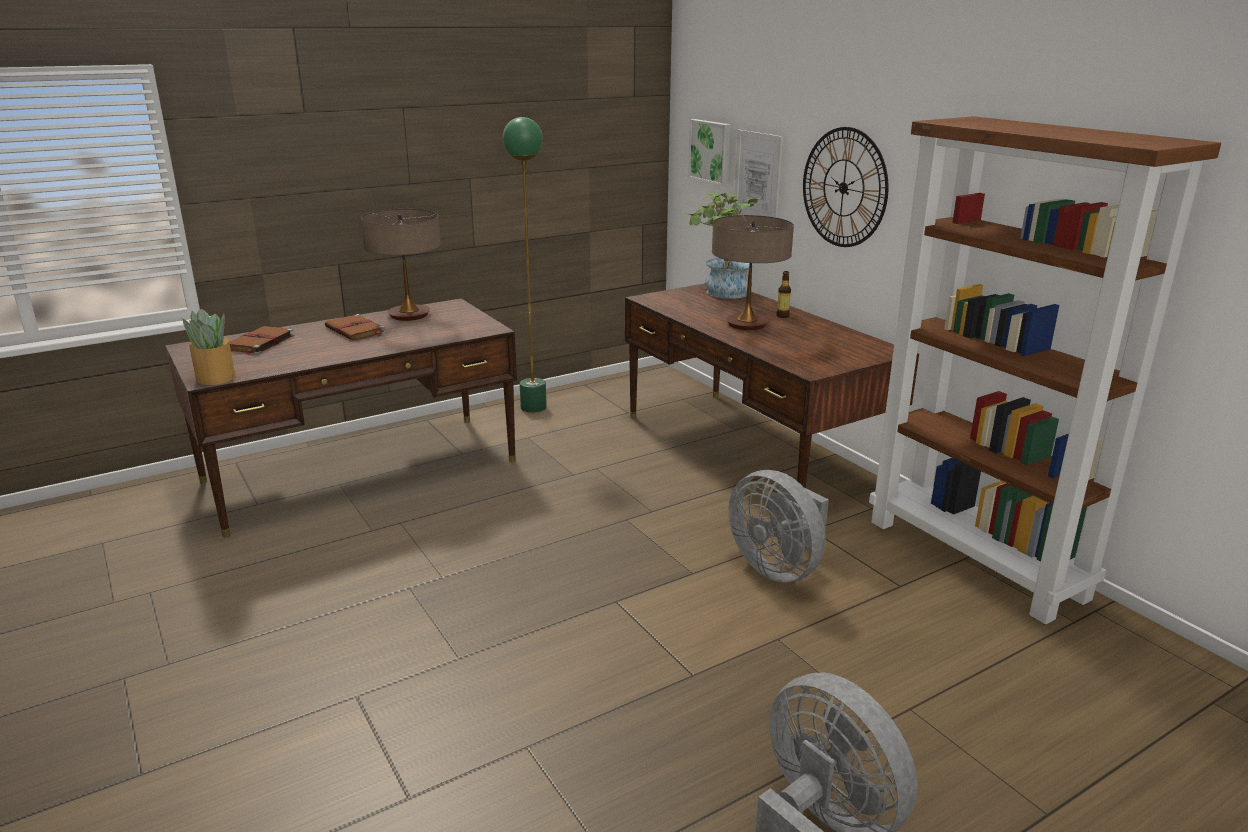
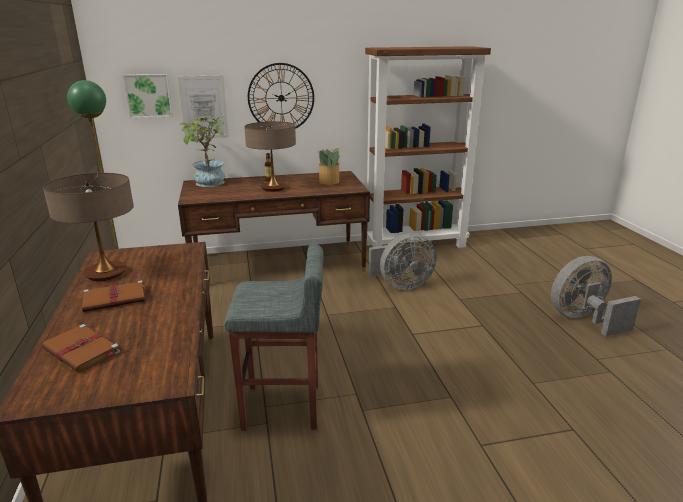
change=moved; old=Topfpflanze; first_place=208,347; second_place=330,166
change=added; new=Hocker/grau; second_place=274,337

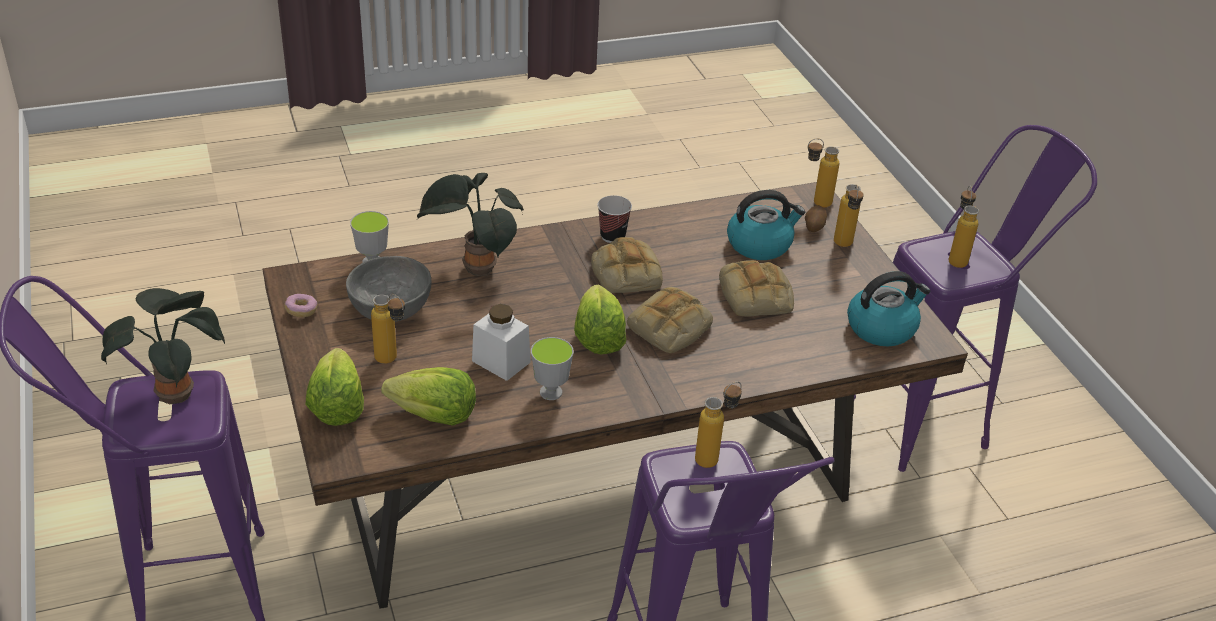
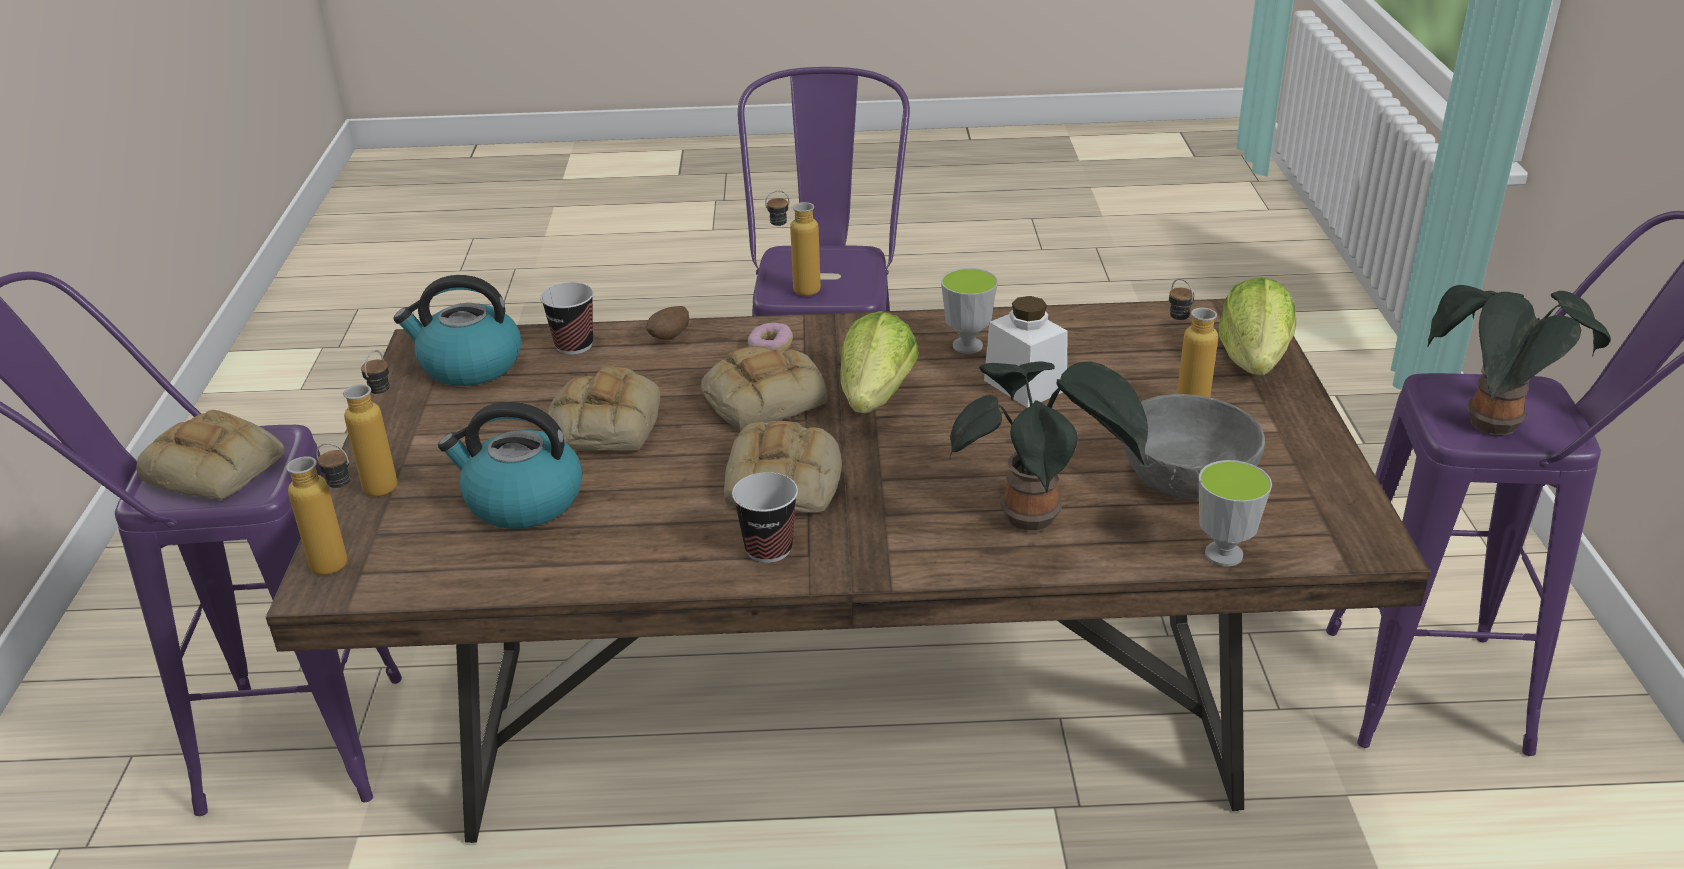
change=moved; old=Donut; first_place=301,305; second_place=770,337
change=removed; old=Salatkopf; first_place=428,396
change=moved; old=Kartoffel; first_place=816,218; second_place=667,323
change=replaced; old=Flasche; new=Brot; first_place=964,227; second_place=210,455
change=added; new=Tasse; second_place=567,318

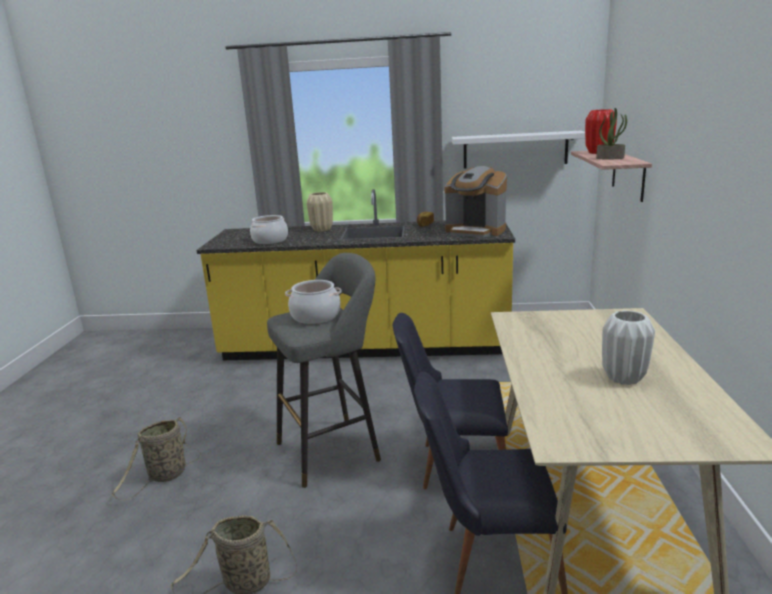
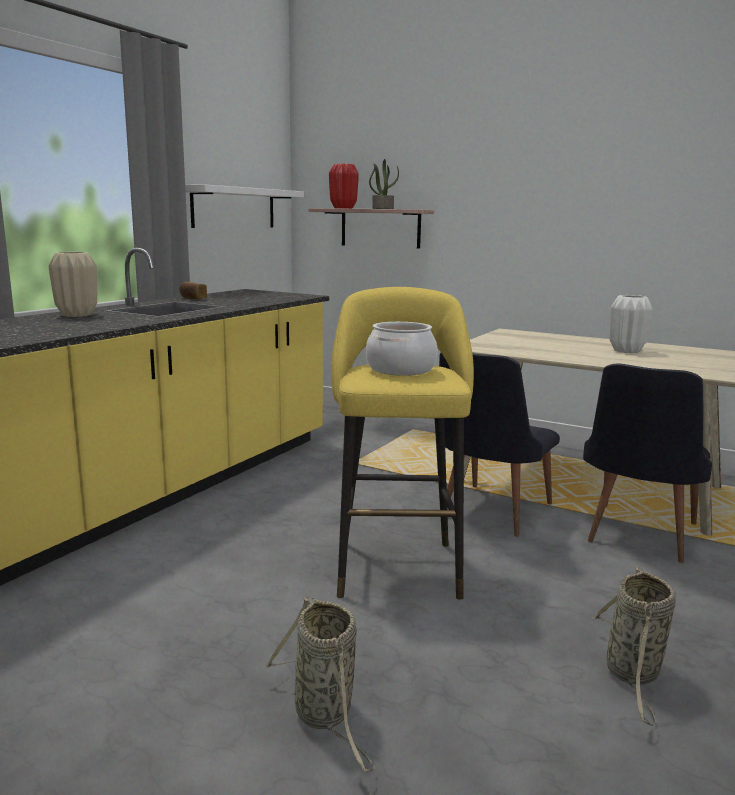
change=removed; old=Kochtopf; first_place=269,229
change=recoloured; old=Hocker/grau; new=Hocker/gelb; first_place=324,370; second_place=402,443
change=removed; old=Kaffeemaschine; first_place=476,202

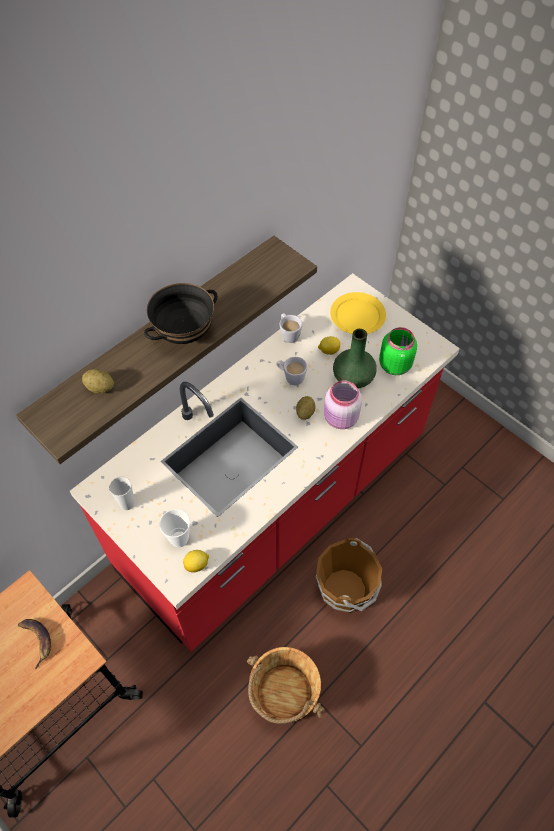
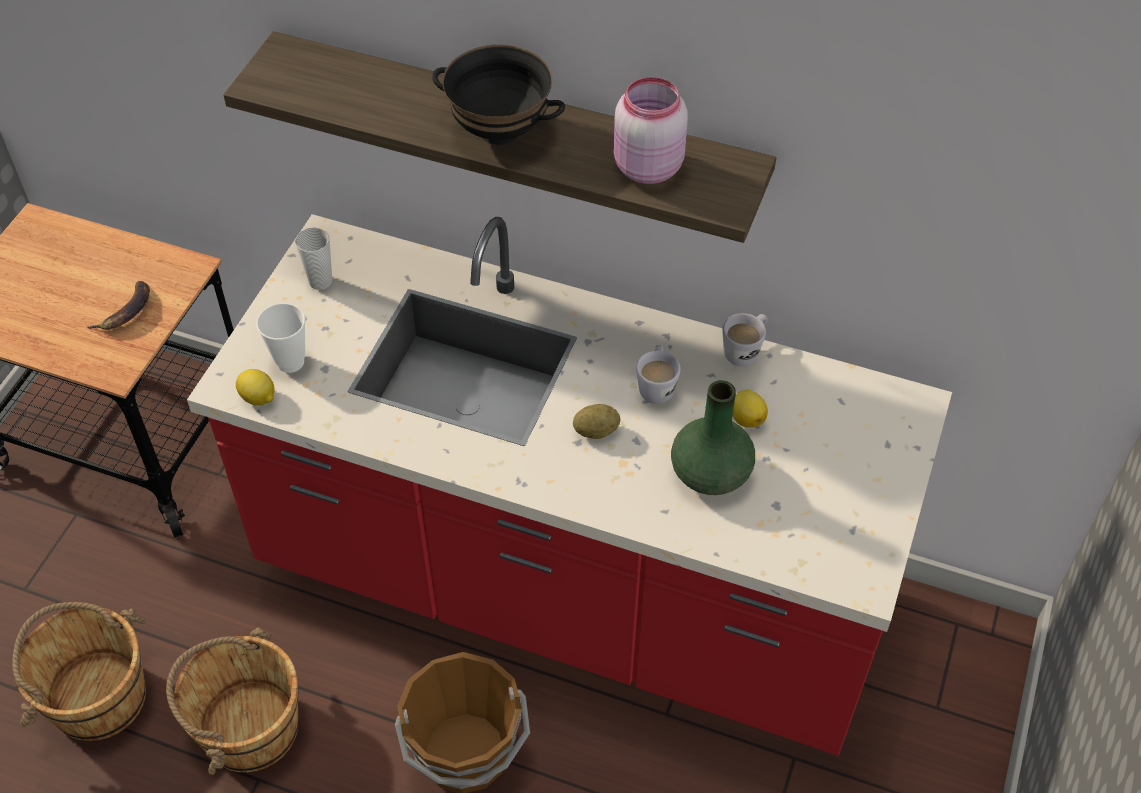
change=removed; old=Kartoffel; first_place=98,381
change=moved; old=Vorratsglas/rosa; first_place=343,405; second_place=650,130
change=removed; old=Teller/gelb; first_place=358,313
change=removed; old=Vorratsglas/grün; first_place=398,351
change=added; new=Eimer/braun; second_place=79,671

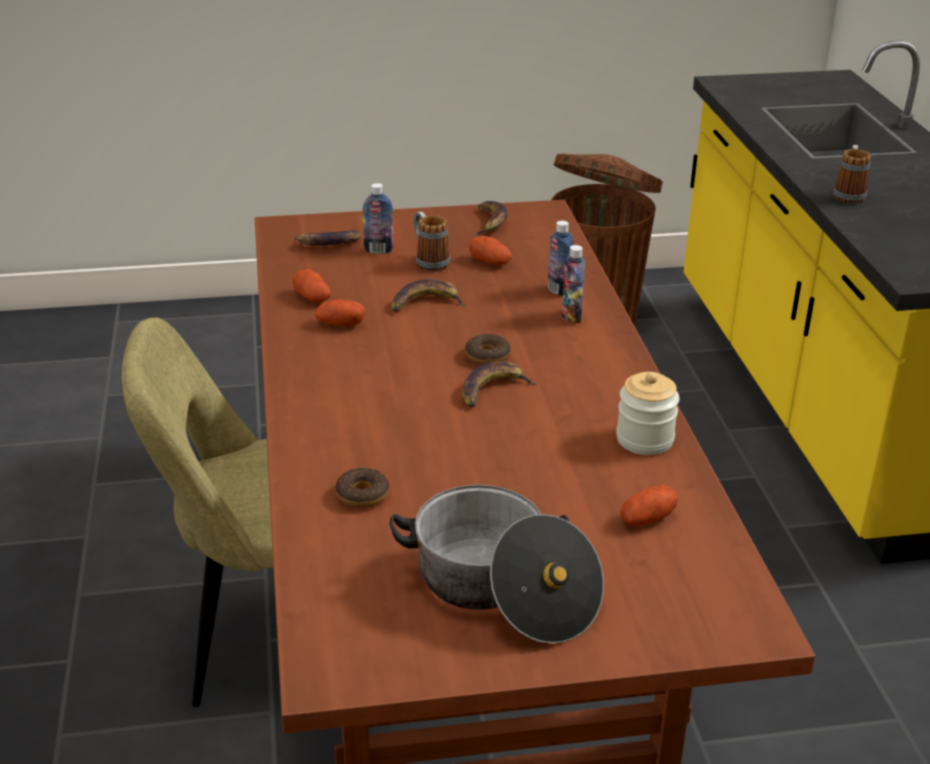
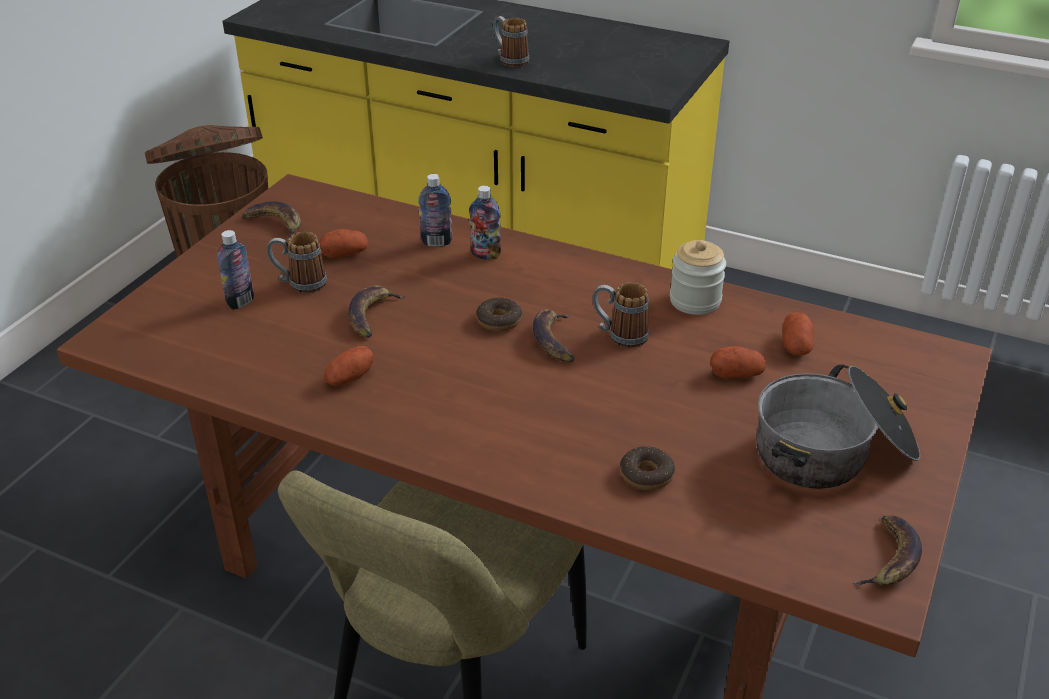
change=moved; old=Kartoffel; first_place=312,286; second_place=738,362
change=moved; old=Banane; first_place=327,237; second_place=887,551
change=added; new=Henkelbecher; second_place=621,315

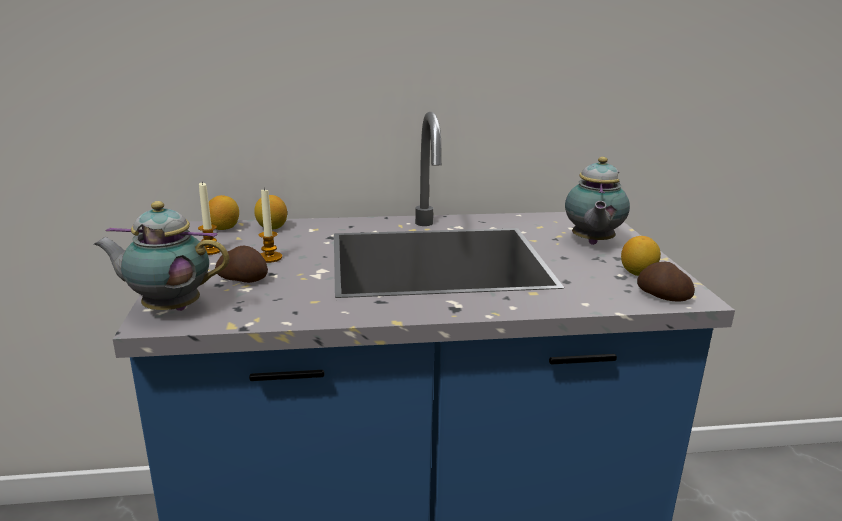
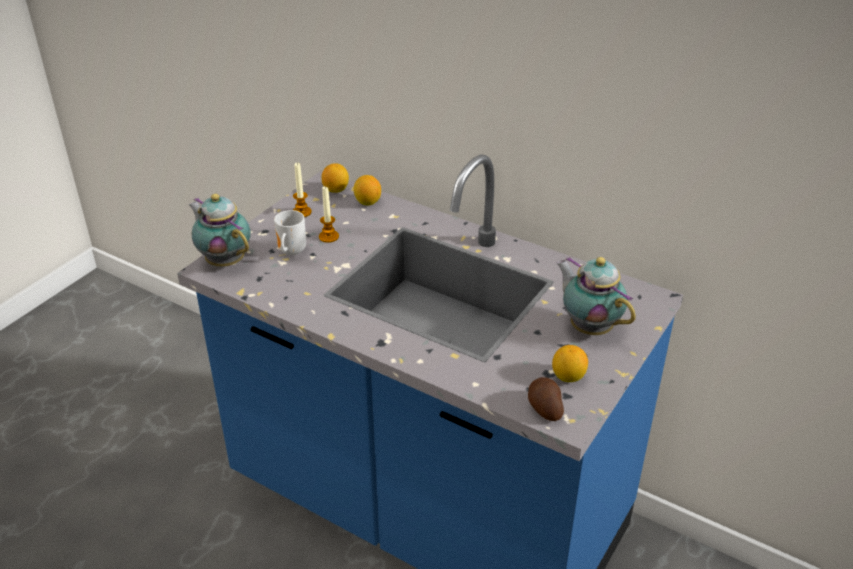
change=replaced; old=Kartoffel; new=Henkelbecher; first_place=241,264; second_place=290,232
change=turned; old=Teekanne; first_place=597,201; second_place=596,296; degrees=90

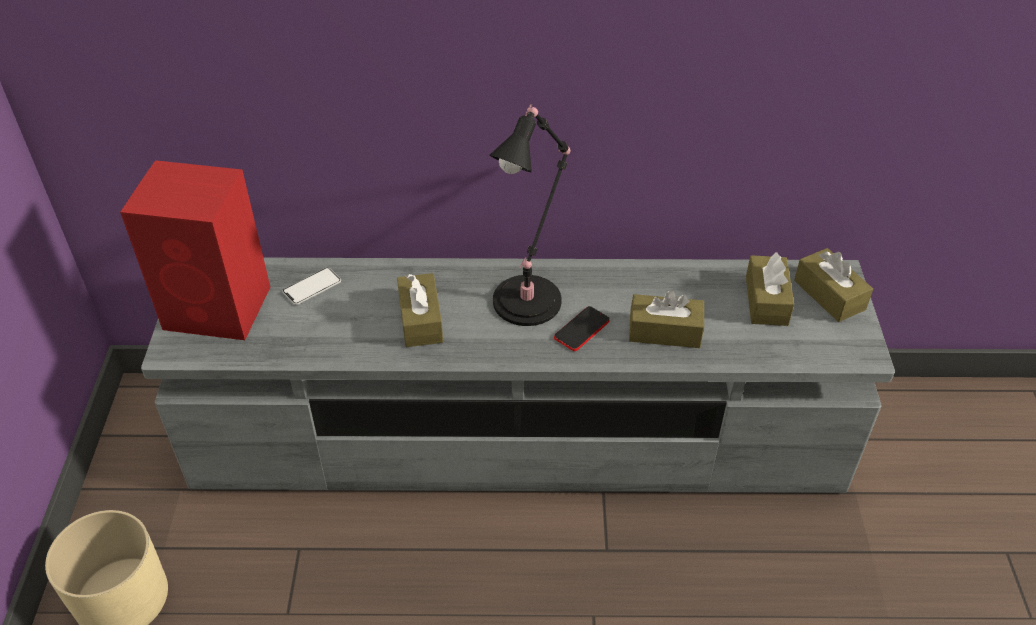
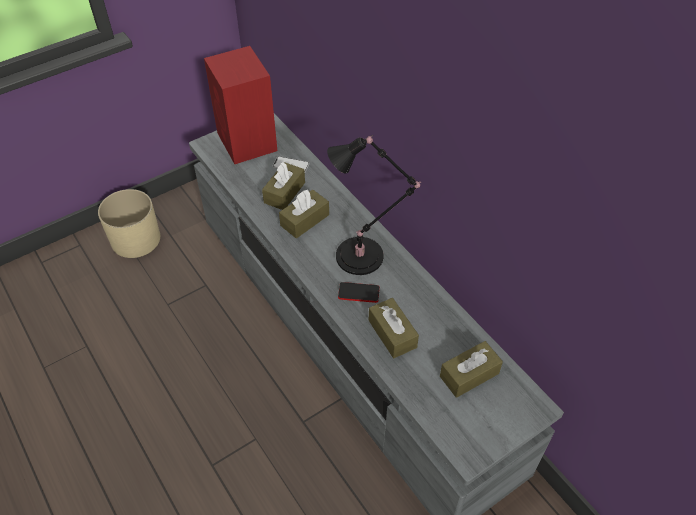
change=moved; old=Taschentuchbox/braun; first_place=833,285; second_place=283,186

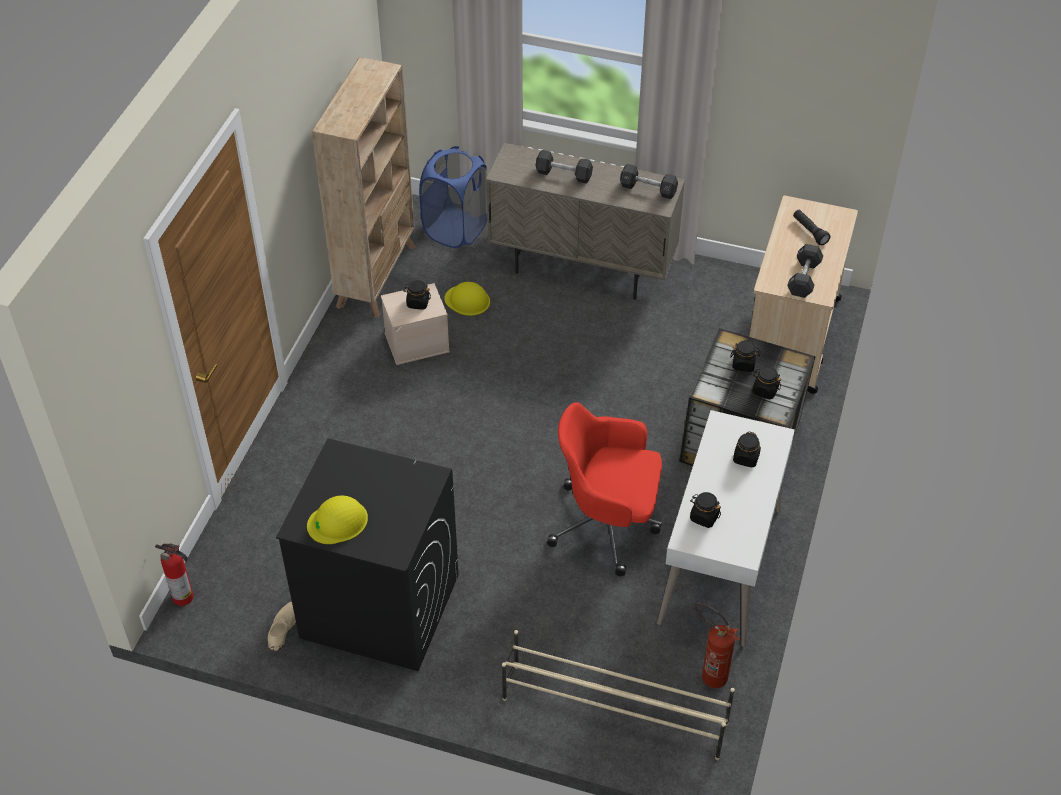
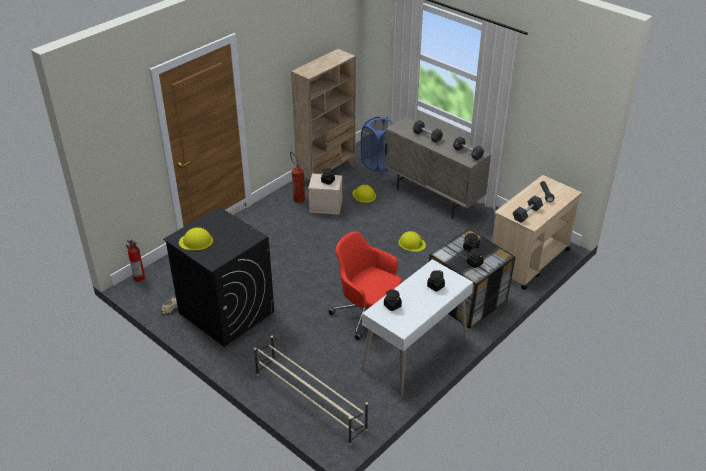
change=moved; old=Feuerlöscher; first_place=717,645; second_place=297,177
change=added; new=Schutzhelm/gelb; second_place=412,241

